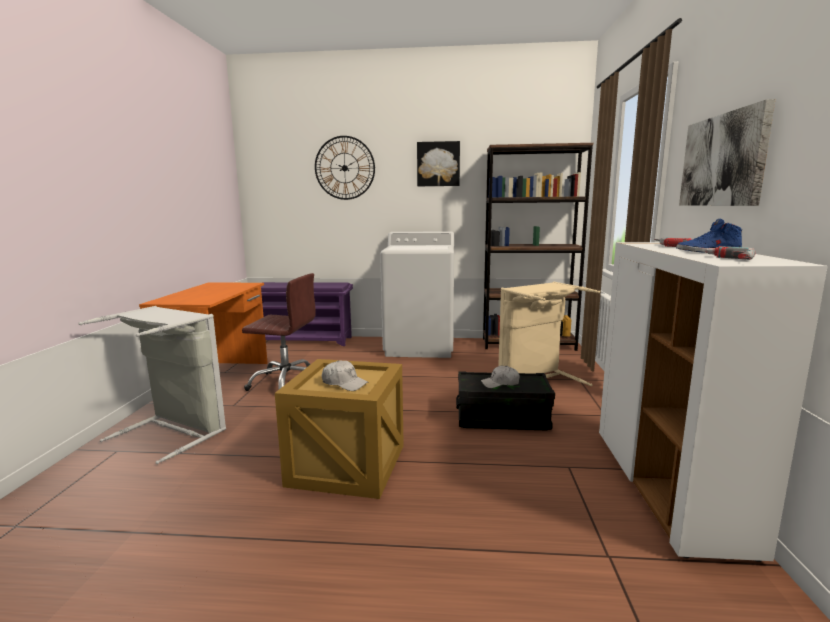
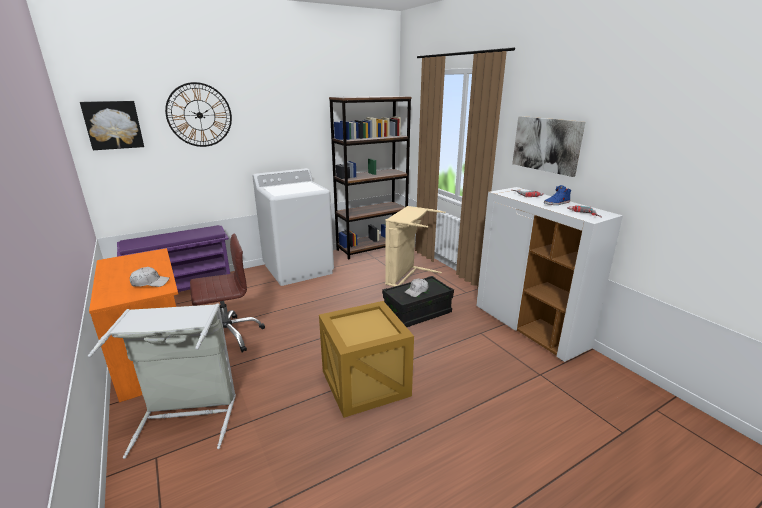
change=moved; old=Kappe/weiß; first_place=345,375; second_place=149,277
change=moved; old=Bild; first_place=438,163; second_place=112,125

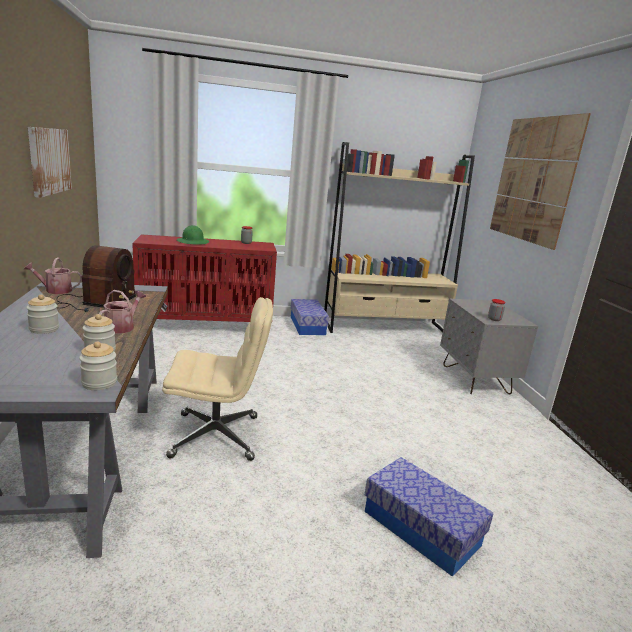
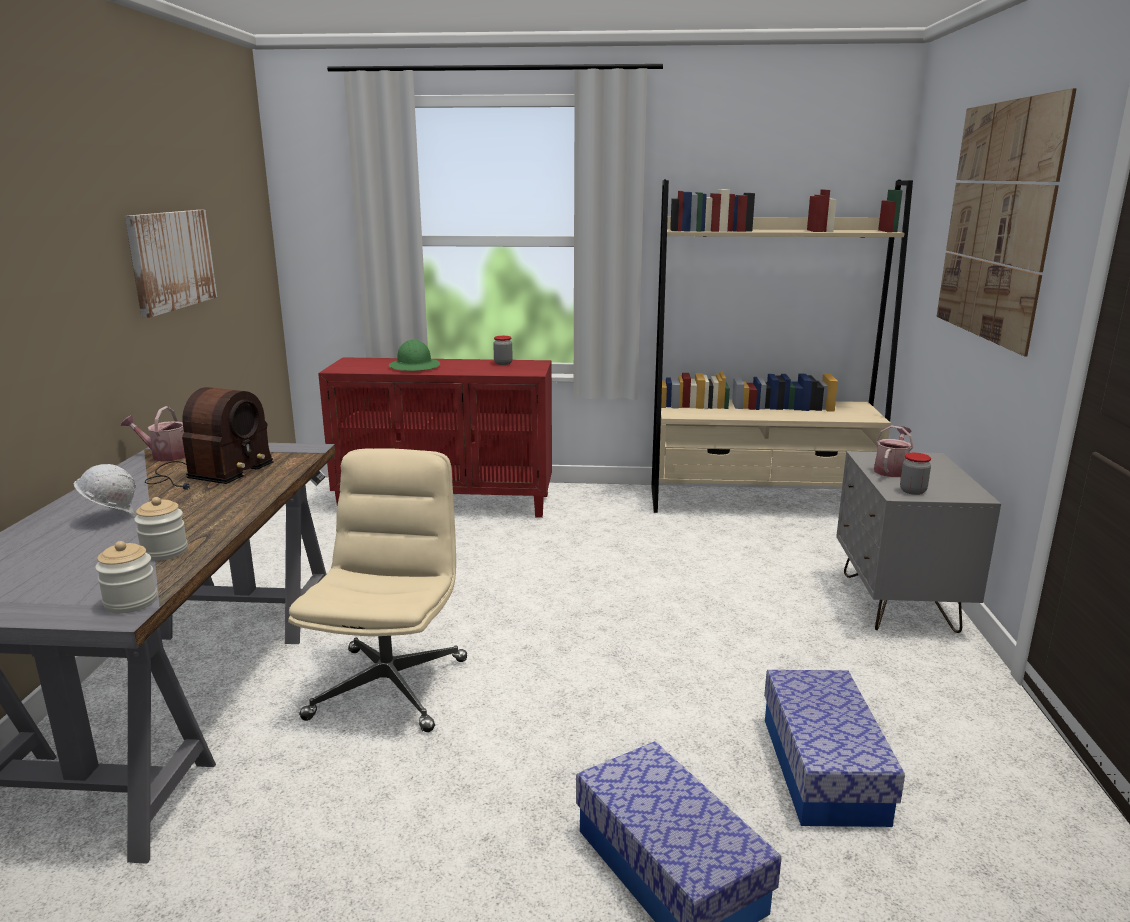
change=replaced; old=Vorratsglas; new=Schutzhelm/weiß; first_place=42,314; second_place=105,490
change=moved; old=Gießkanne; first_place=122,312; second_place=894,451
change=turned; old=Bürostuhl/beige; first_place=217,379; second_place=378,590; degrees=-90
change=moved; old=Aufbewahrungsbox; first_place=310,317; second_place=834,748

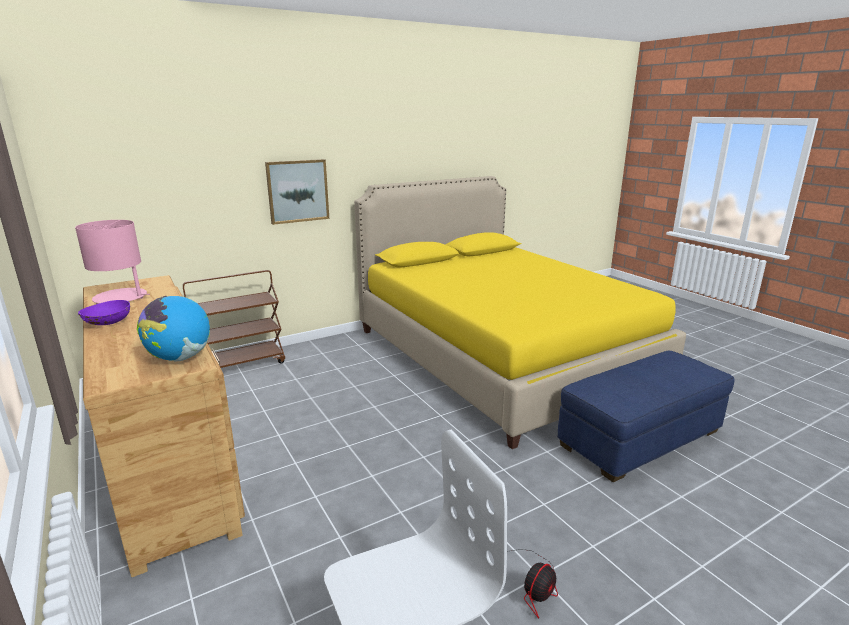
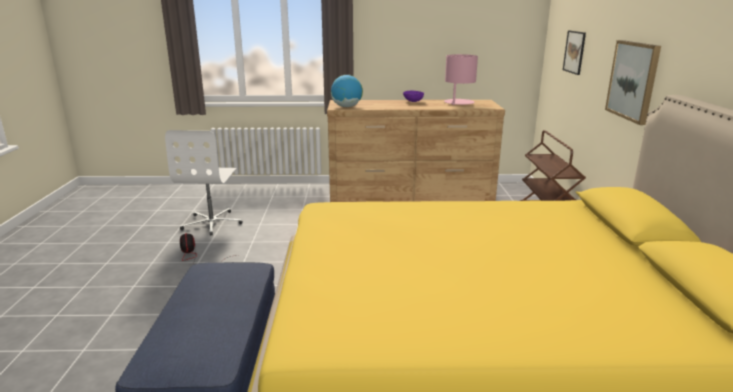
change=added; new=Bild; second_place=574,52

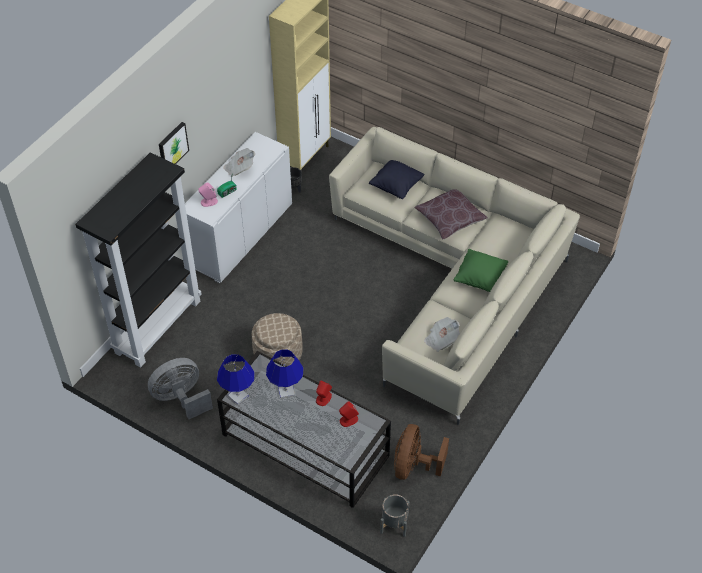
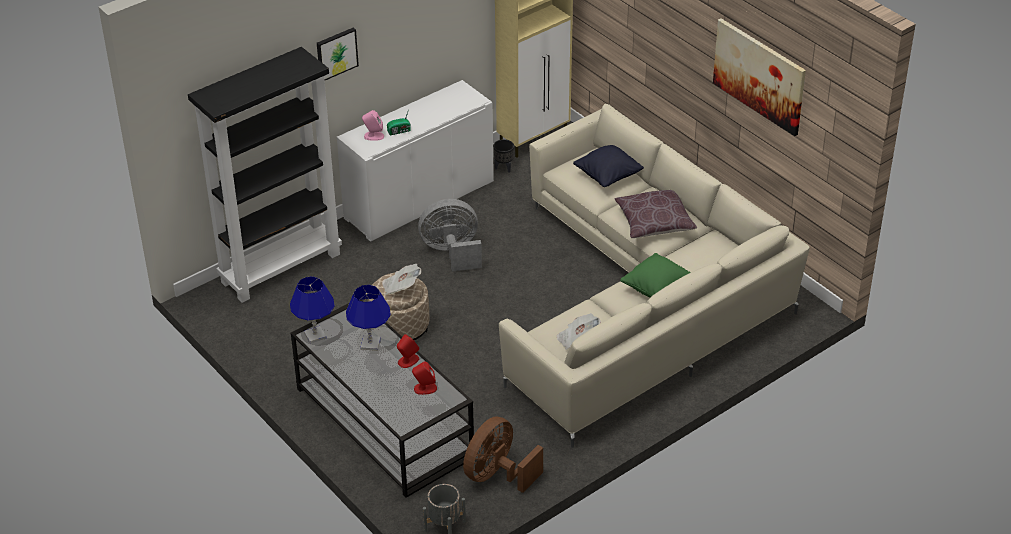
change=moved; old=Ventilator/grau; first_place=180,388; second_place=450,235
change=moved; old=Zeitung; first_place=239,162; second_place=401,279
change=added; new=Bild; second_place=759,77

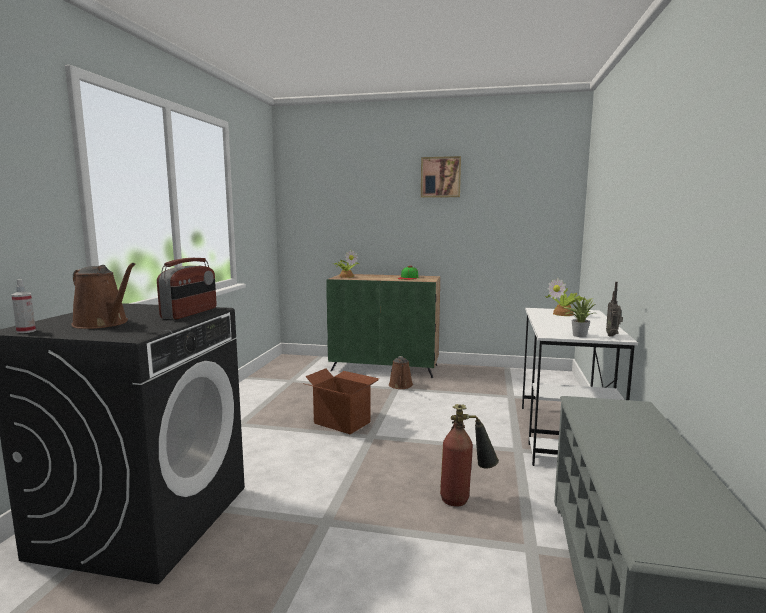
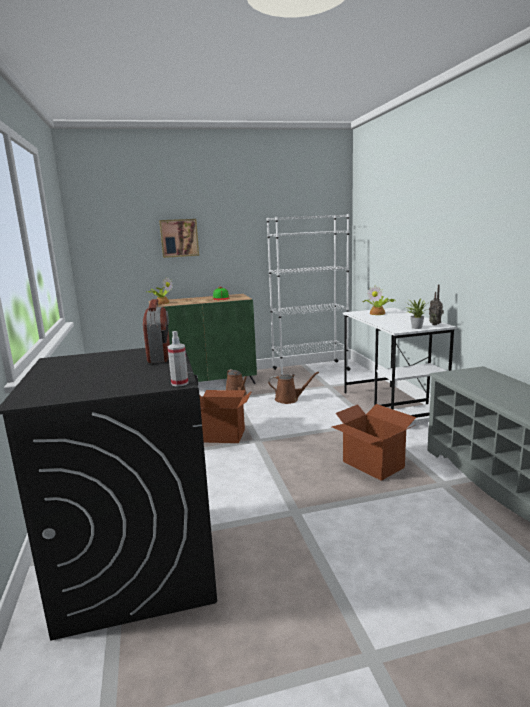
change=moved; old=Sprühflasche; first_place=24,306; second_place=178,359
change=moved; old=Gießkanne/braun; first_place=103,296; second_place=293,388
change=moved; old=Bild; first_place=441,177; second_place=179,238
change=replaced; old=Feuerlöscher; new=Karton; first_place=469,455; second_place=374,442
change=added; new=Bücherregal/weiß; second_place=309,294

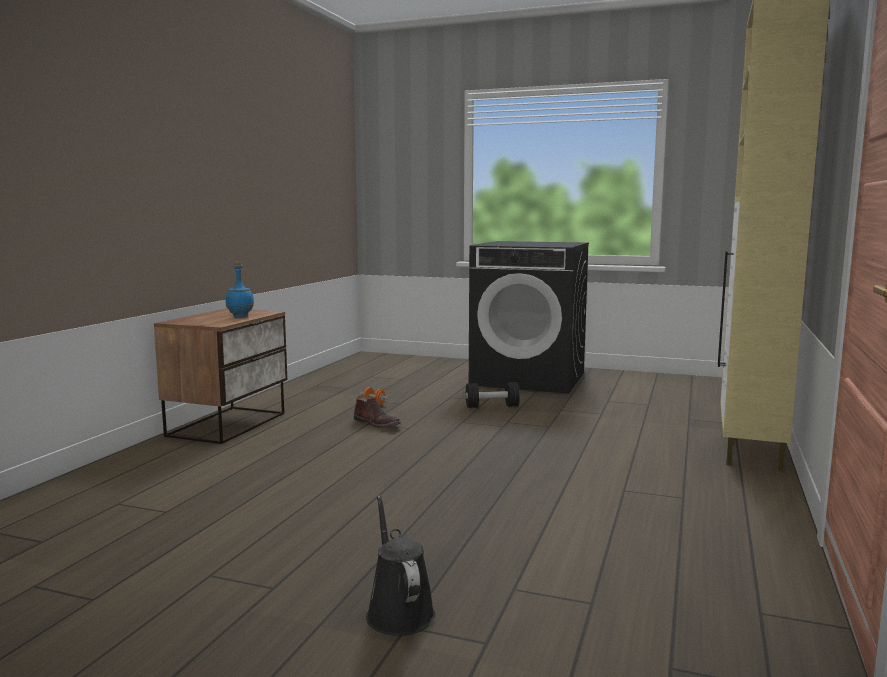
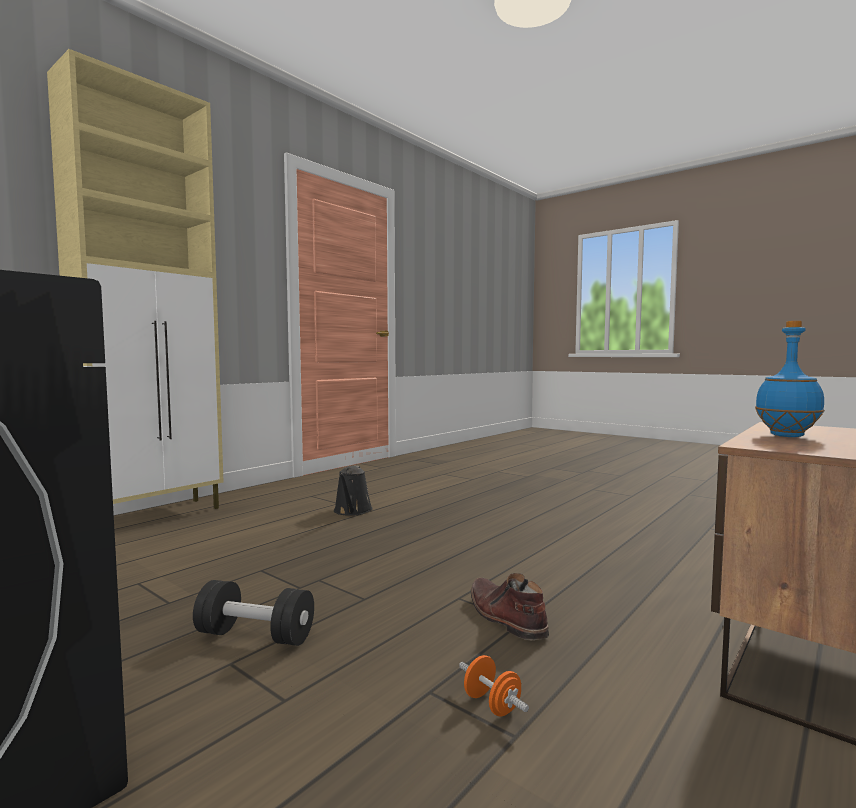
change=moved; old=Gießkanne/schwarz; first_place=400,565; second_place=353,491

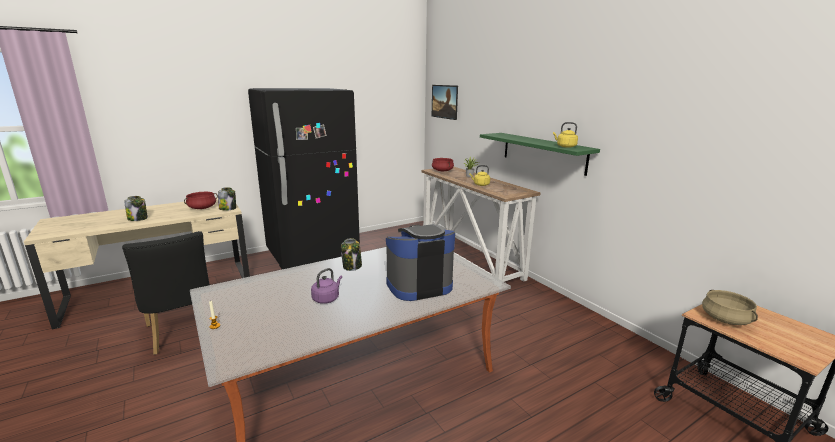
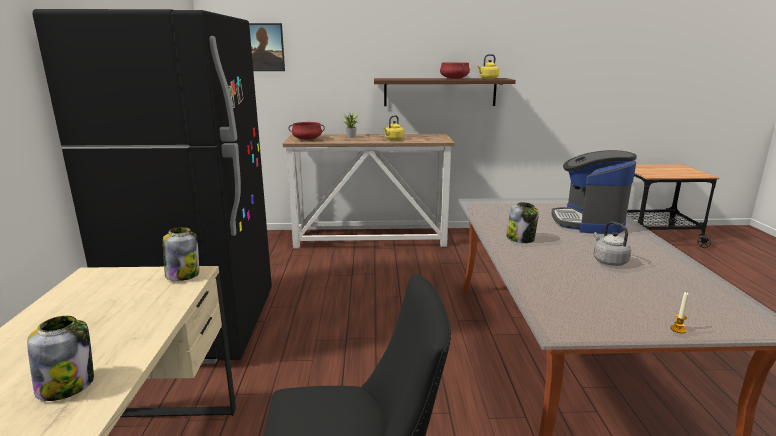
change=moved; old=Kochtopf/rot; first_place=201,200; second_place=455,70
change=recoloured; old=Wasserkessel/lila; new=Wasserkessel/grau; first_place=326,286; second_place=612,244
change=recoloured; old=Wandregal/grün; new=Wandregal/braun; first_place=540,154; second_place=445,92
change=removed; old=Kochtopf/beige; first_place=730,307

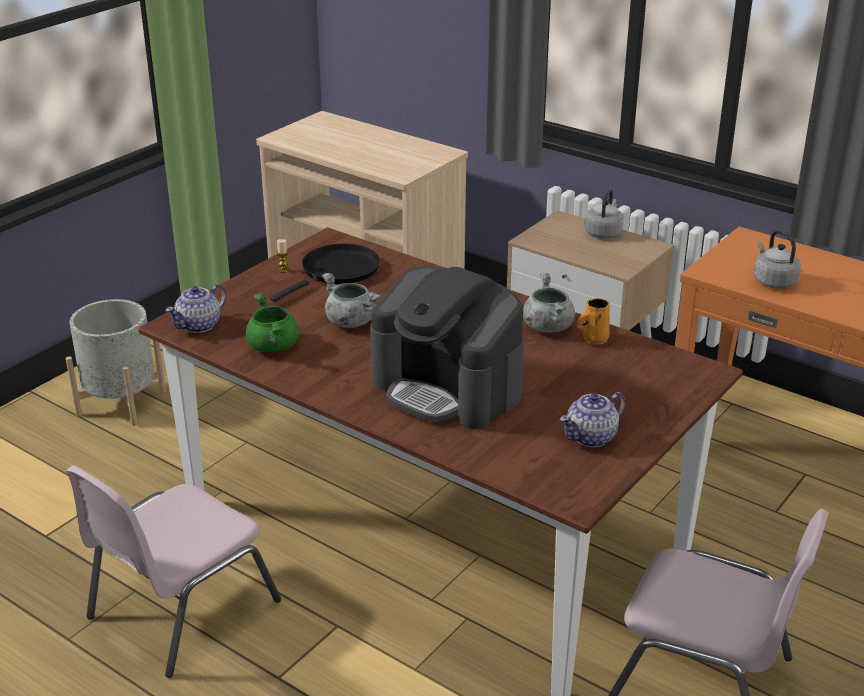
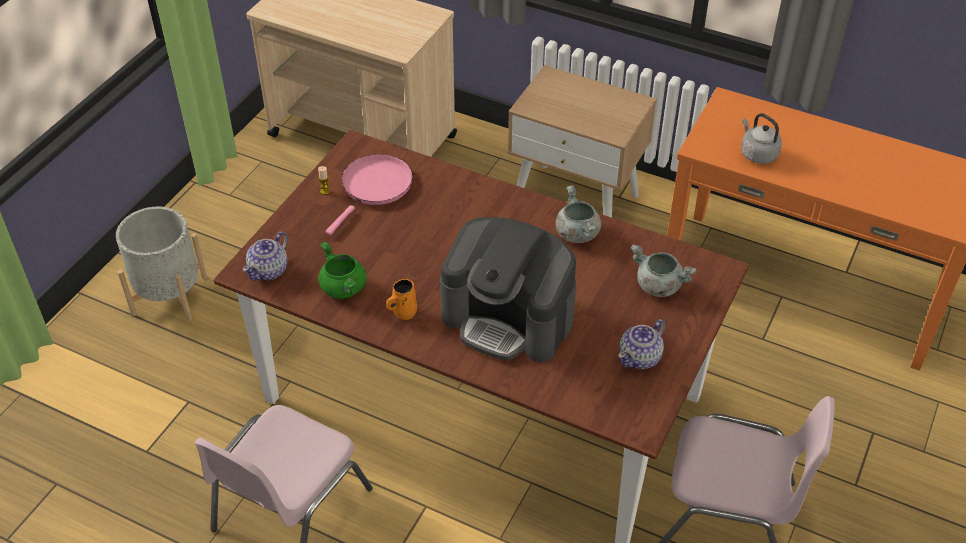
change=recoloured; old=Pfanne/schwarz; new=Pfanne/rosa; first_place=325,273; second_place=369,194
change=moved; old=Kochtopf/grau; first_place=351,300; second_place=663,270
change=moved; old=Henkelbecher/orange; first_place=593,321; second_place=401,299
change=removed; old=Wasserkessel/grau; first_place=603,214

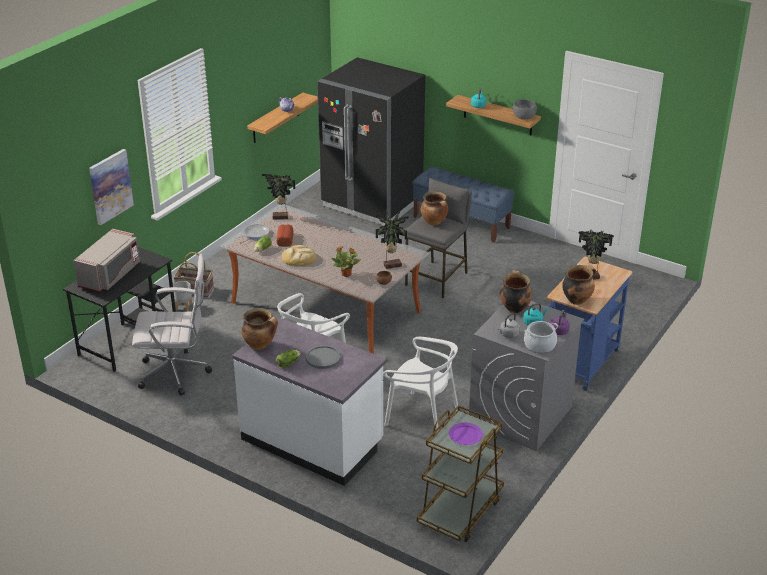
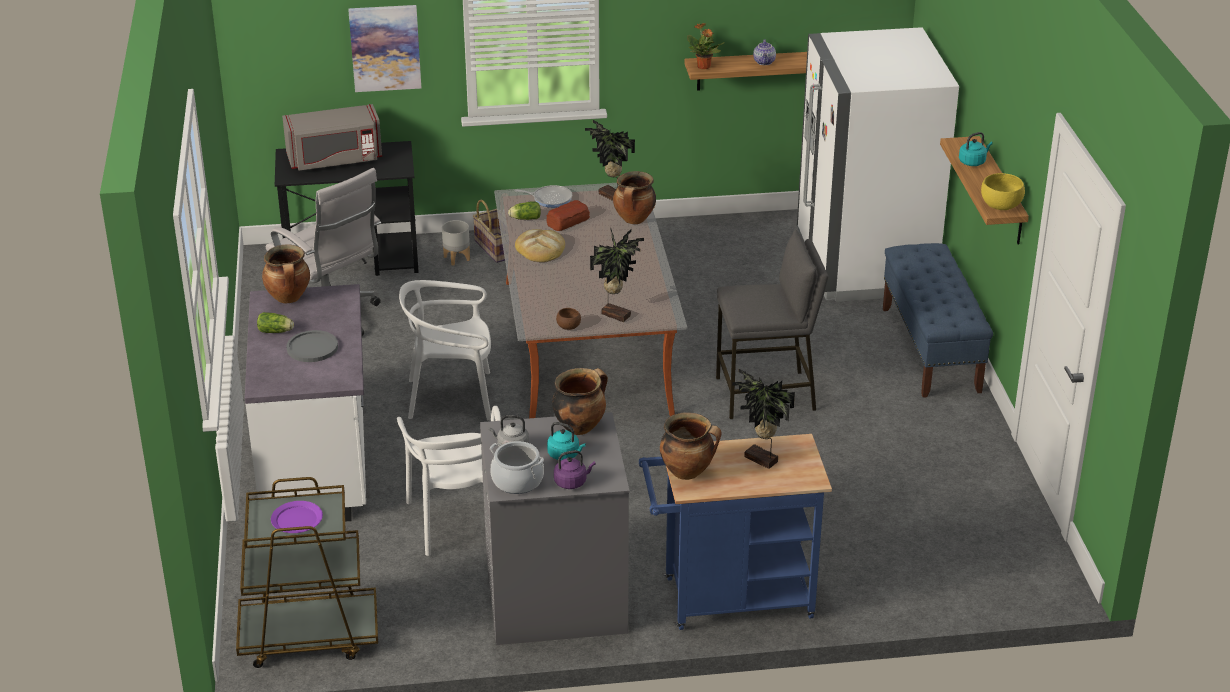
change=recoloured; old=Kühlschrank/schwarz; new=Kühlschrank/weiß; first_place=371,141; second_place=878,164
change=moved; old=Topfpflanze; first_place=346,261; second_place=706,46
change=moved; old=Kochtopf; first_place=434,208; second_place=634,197
change=recoloured; old=Schüssel/grau; new=Schüssel/gelb; first_place=525,109; second_place=1003,191

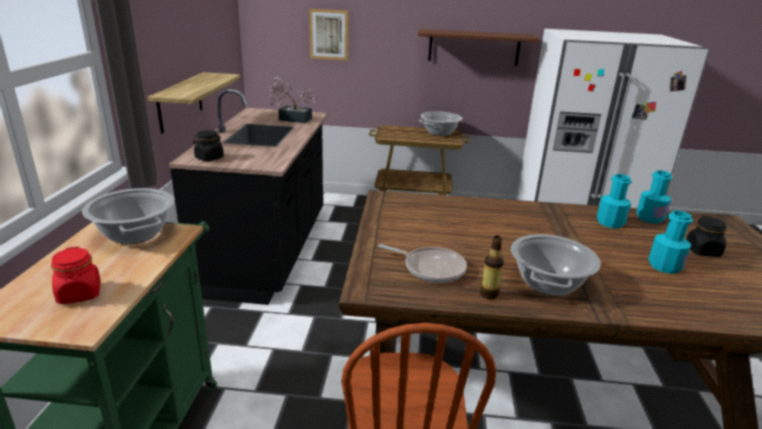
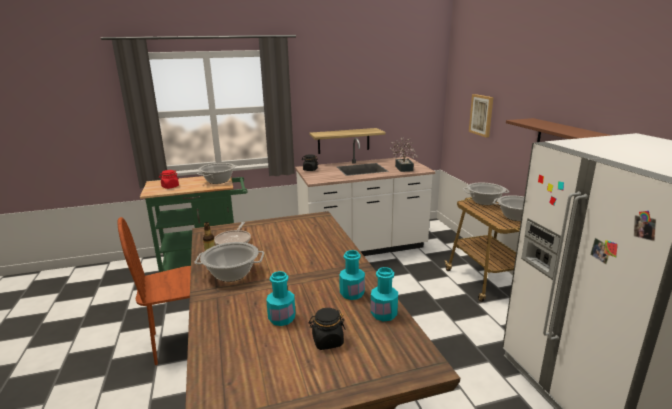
change=recoloured; old=Küchenzeile/schwarz; new=Küchenzeile/weiß; first_place=248,197; second_place=365,197
change=added; new=Kochtopf; second_place=486,194

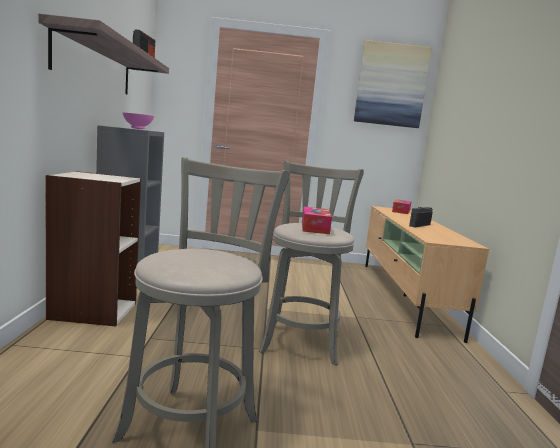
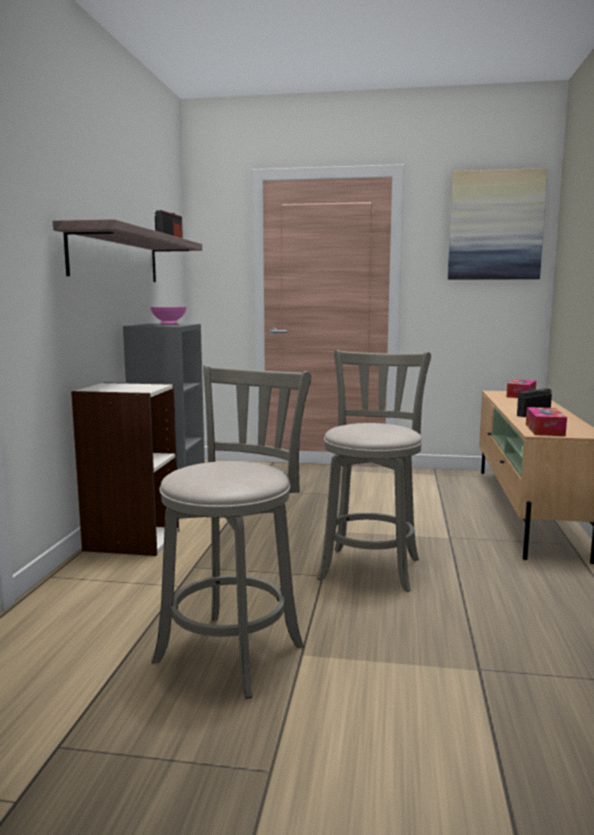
change=moved; old=Taschentuchbox; first_place=317,220; second_place=546,421

